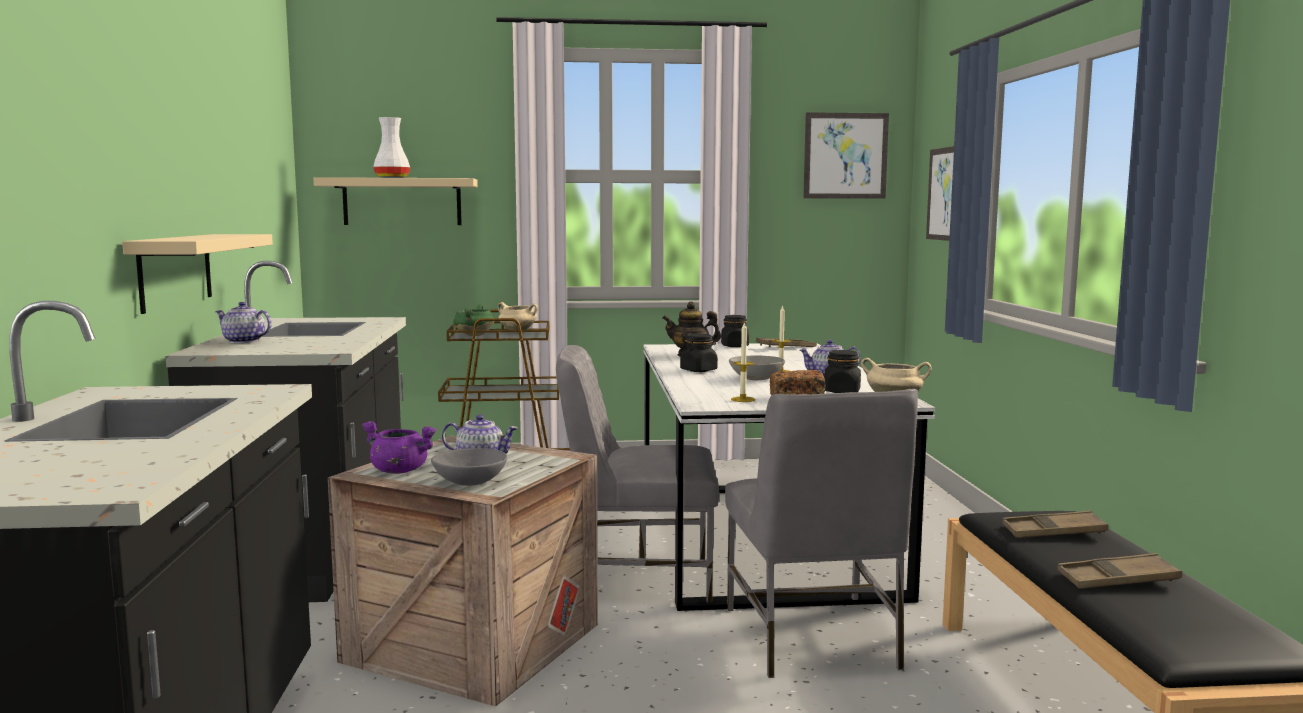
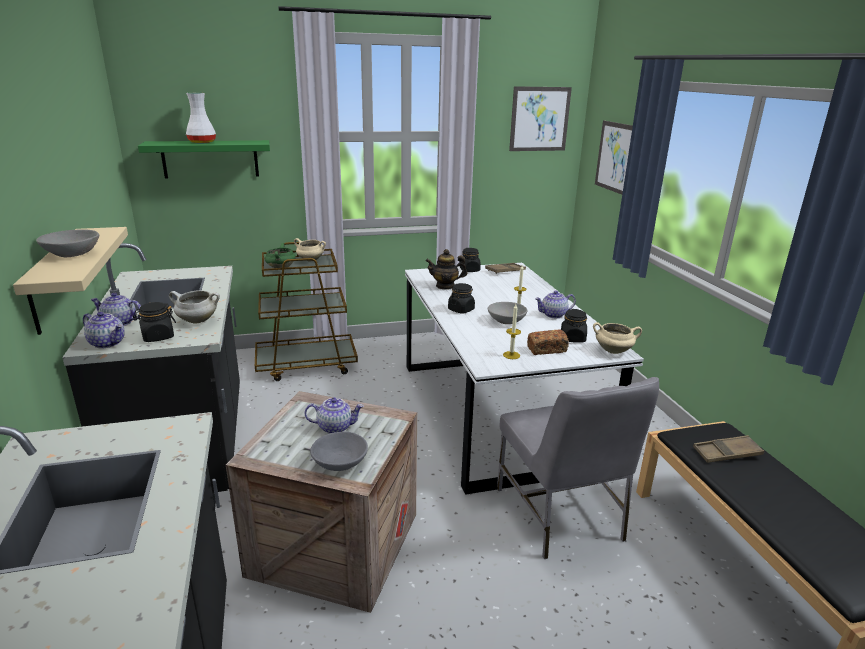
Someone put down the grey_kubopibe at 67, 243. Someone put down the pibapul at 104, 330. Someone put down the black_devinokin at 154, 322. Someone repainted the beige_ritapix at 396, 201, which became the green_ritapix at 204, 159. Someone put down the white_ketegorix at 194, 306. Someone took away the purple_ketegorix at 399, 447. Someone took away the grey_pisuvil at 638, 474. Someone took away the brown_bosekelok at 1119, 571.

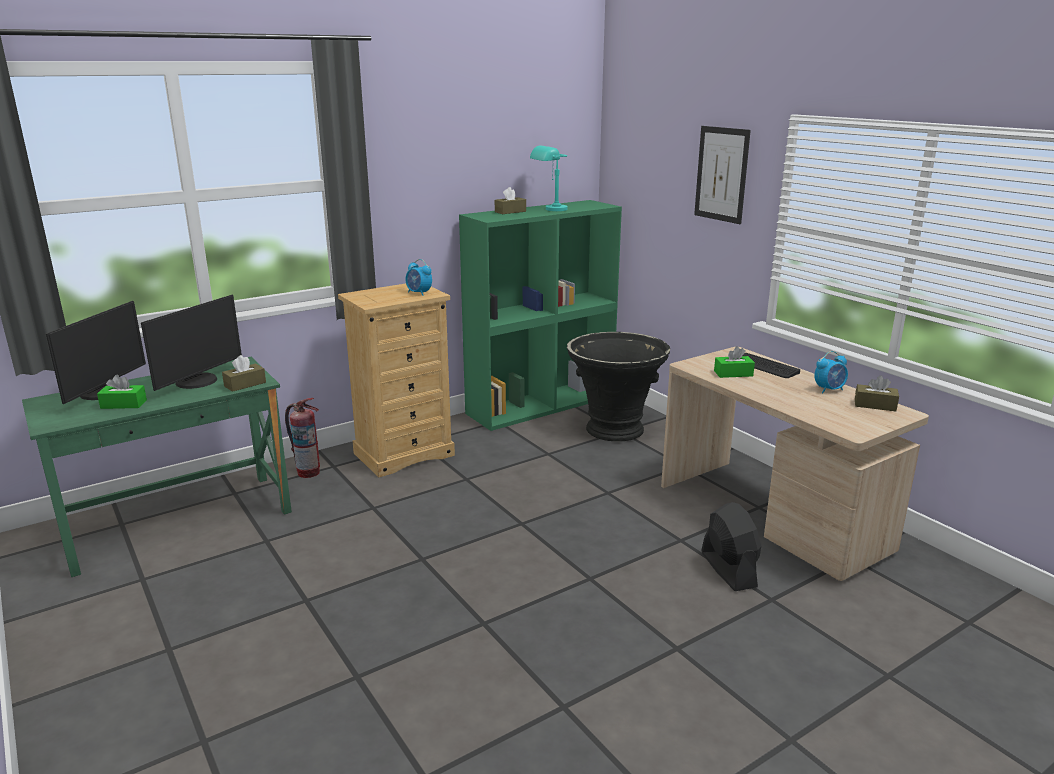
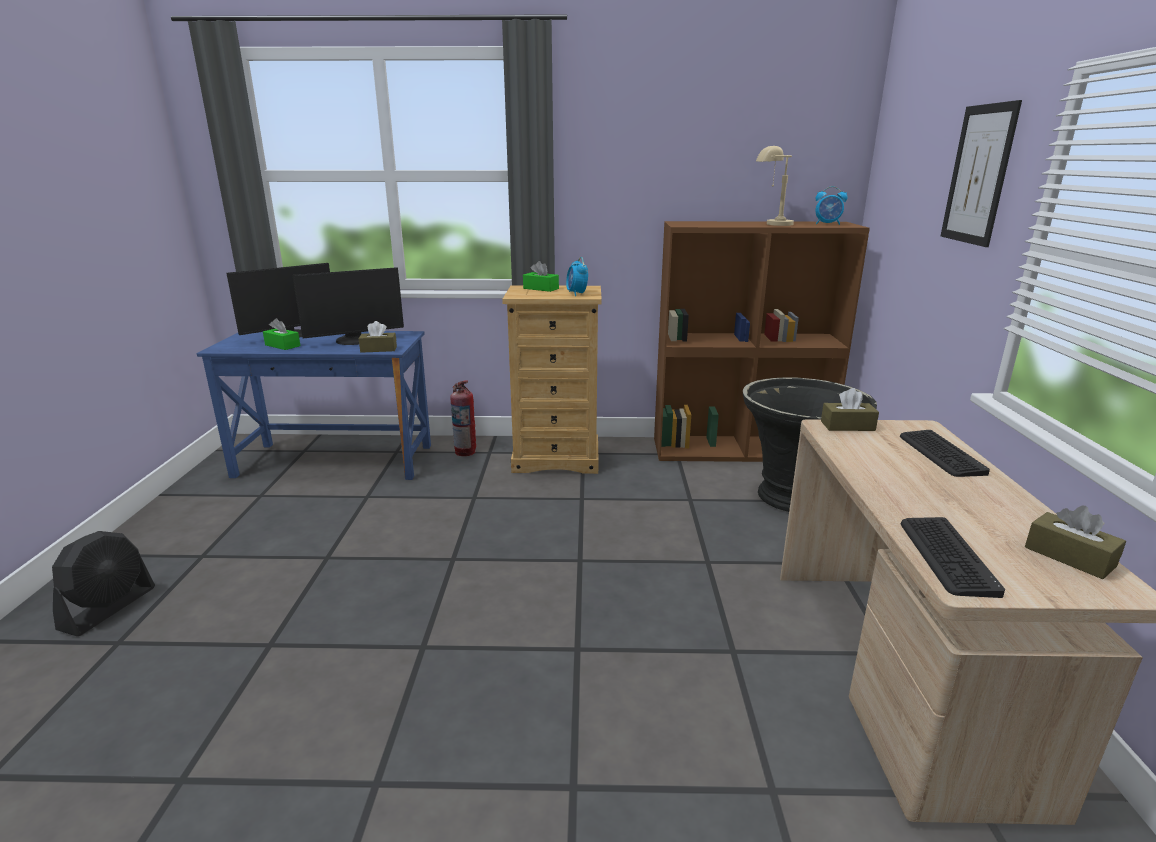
Someone carried the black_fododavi from 731, 546 to 103, 583. Someone repainted the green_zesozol at 157, 467, which became the blue_zesozol at 314, 405. Someone carried the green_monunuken from 734, 362 to 541, 276. Someone repainted the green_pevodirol at 540, 315, which became the brown_pevodirol at 762, 341. Someone repainted the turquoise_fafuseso at 548, 178, which became the beige_fafuseso at 775, 186. Someone carried the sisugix from 831, 372 to 831, 205. Someone carried the brown_monunuken from 510, 200 to 850, 409. Someone put down the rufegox at 953, 557.

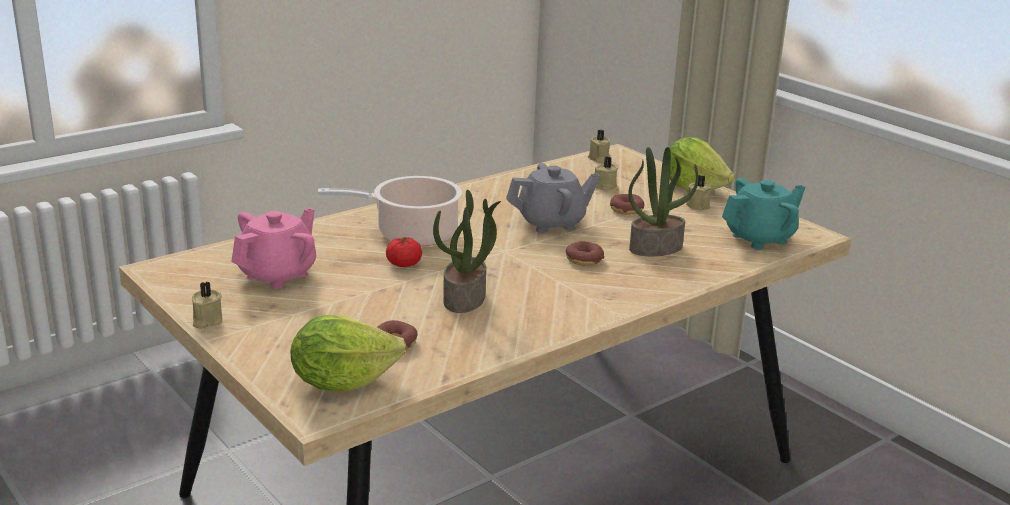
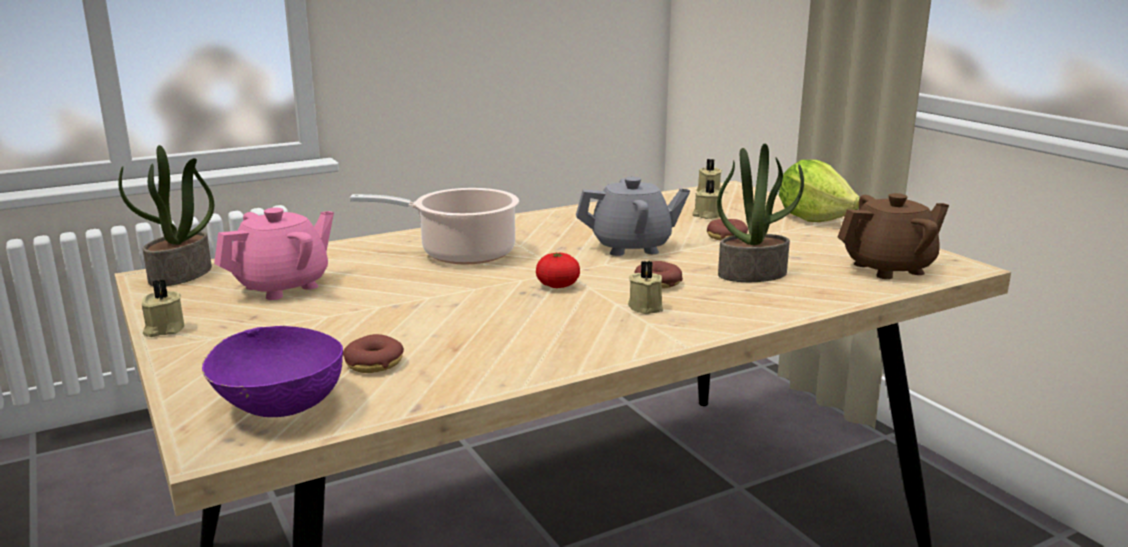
Someone carried the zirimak from 467, 251 to 166, 215. Someone swapped the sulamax at 348, 353 for the purple_kubopibe at 272, 371. Someone carried the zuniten from 404, 252 to 558, 270. Someone carried the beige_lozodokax from 698, 193 to 645, 287. Someone repainted the turquoise_pibapul at 763, 213, which became the brown_pibapul at 893, 236.

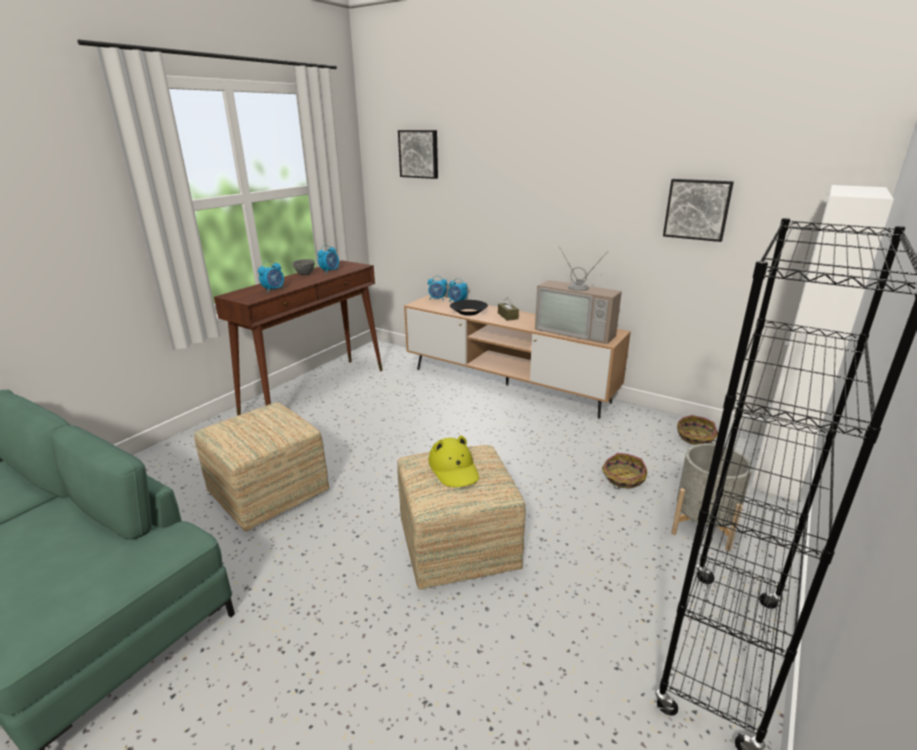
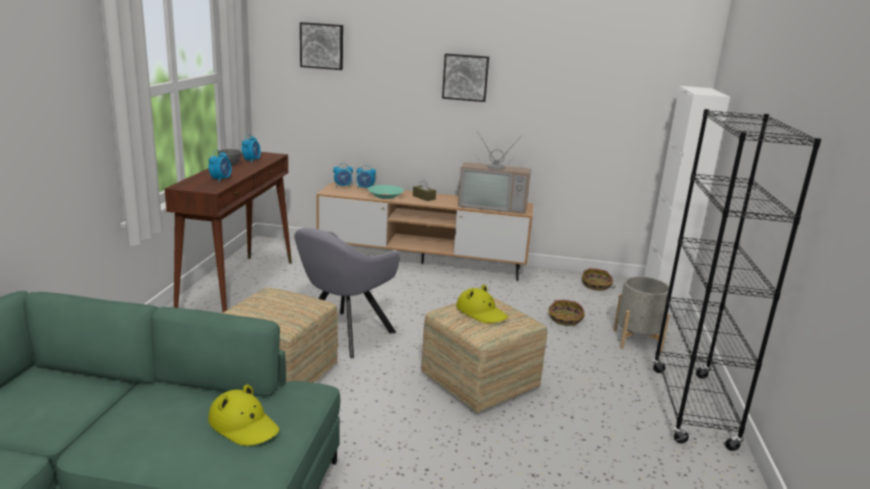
Someone put down the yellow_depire at 243, 415. Someone put down the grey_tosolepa at 347, 293. Someone repainted the black_kubopibe at 469, 308, which became the turquoise_kubopibe at 385, 192. Someone carried the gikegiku from 698, 210 to 465, 77.

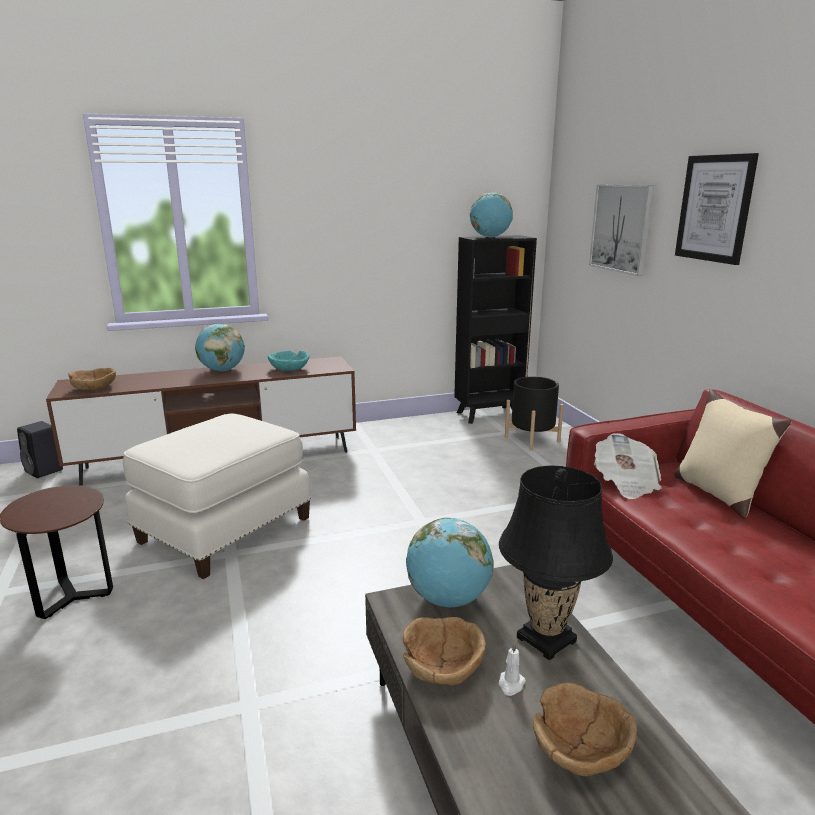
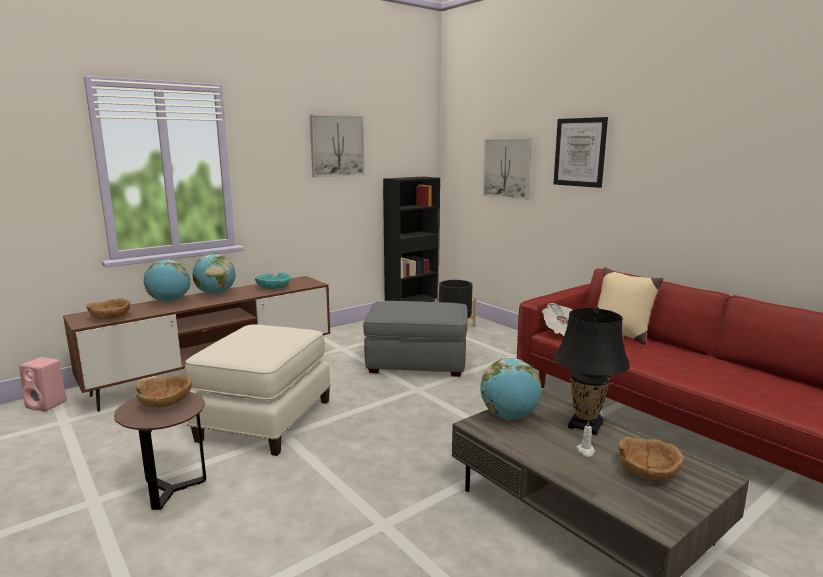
Someone repainted the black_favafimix at 40, 449, which became the pink_favafimix at 43, 384. Someone carried the brown_kubopibe from 444, 651 to 164, 391. Someone carried the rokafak from 491, 214 to 167, 280. Someone put up the gikegiku at 337, 146. Someone put down the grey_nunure at 415, 339.

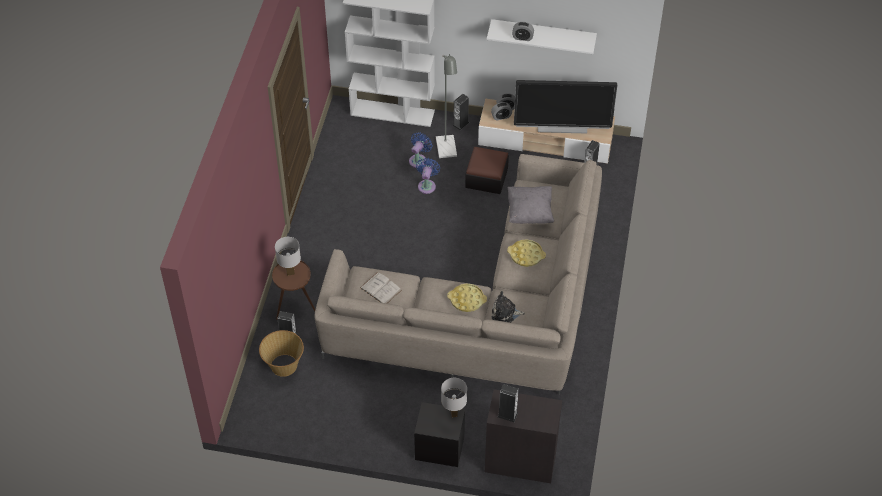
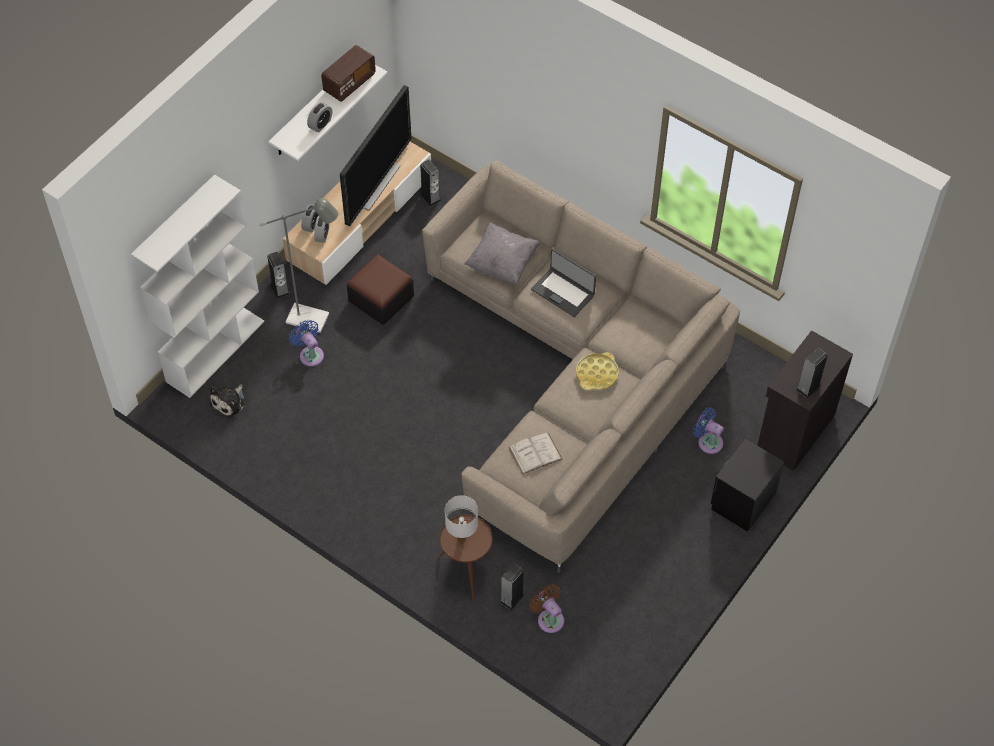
Someone carried the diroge from 508, 307 to 227, 401. Someone put down the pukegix at 348, 73. Someone swapped the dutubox at 281, 353 for the brown_fododavi at 546, 609. Someone swapped the yellow_bosekelok at 526, 253 for the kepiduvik at 563, 283. Someone carried the blue_fododavi from 428, 176 to 708, 430. Someone took away the white_fafuseso at 454, 398.

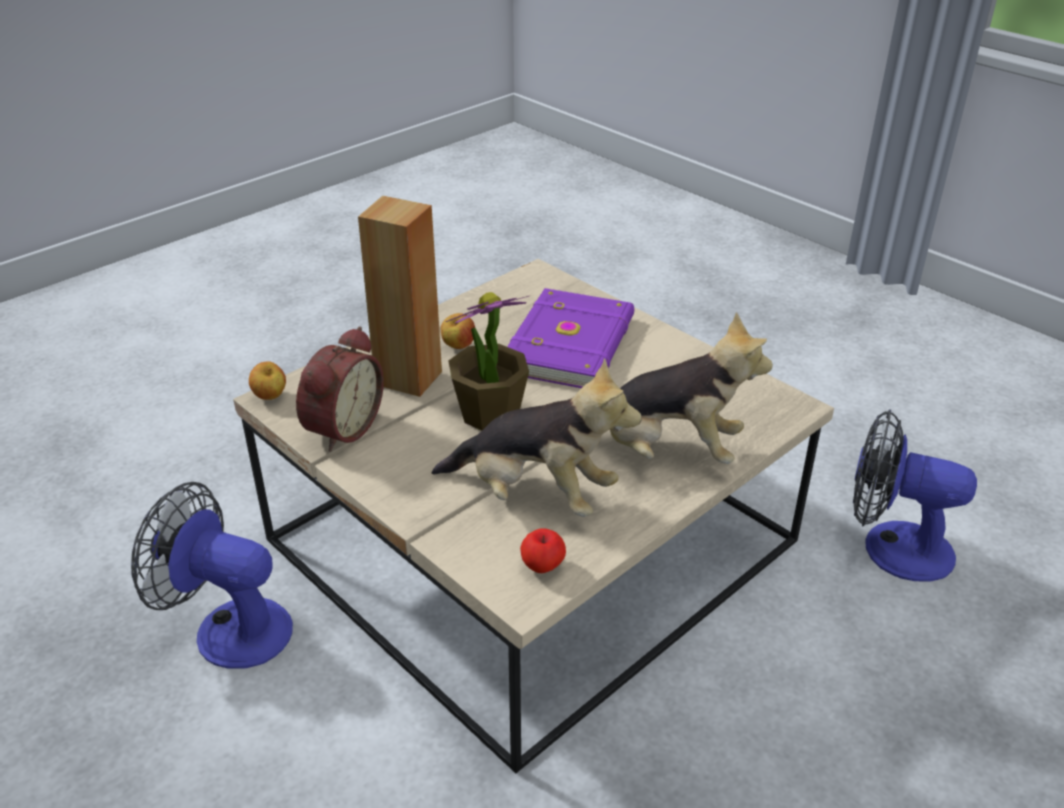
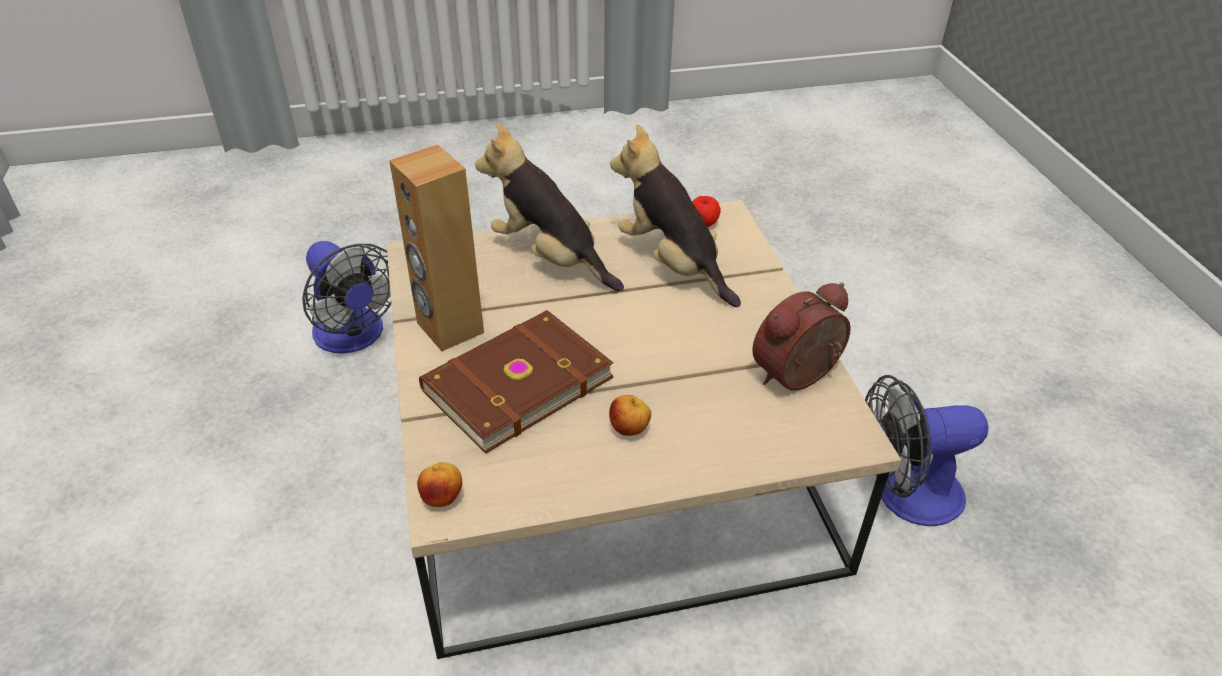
Someone carried the brown_favafimix from 400, 296 to 436, 248. Someone carried the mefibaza from 267, 380 to 439, 484. Someone repainted the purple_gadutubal at 570, 338, which became the brown_gadutubal at 516, 382. Someone rotated the fododavi at 212, 575 by 120 degrees clockwise. Someone took away the zirimak at 487, 361.

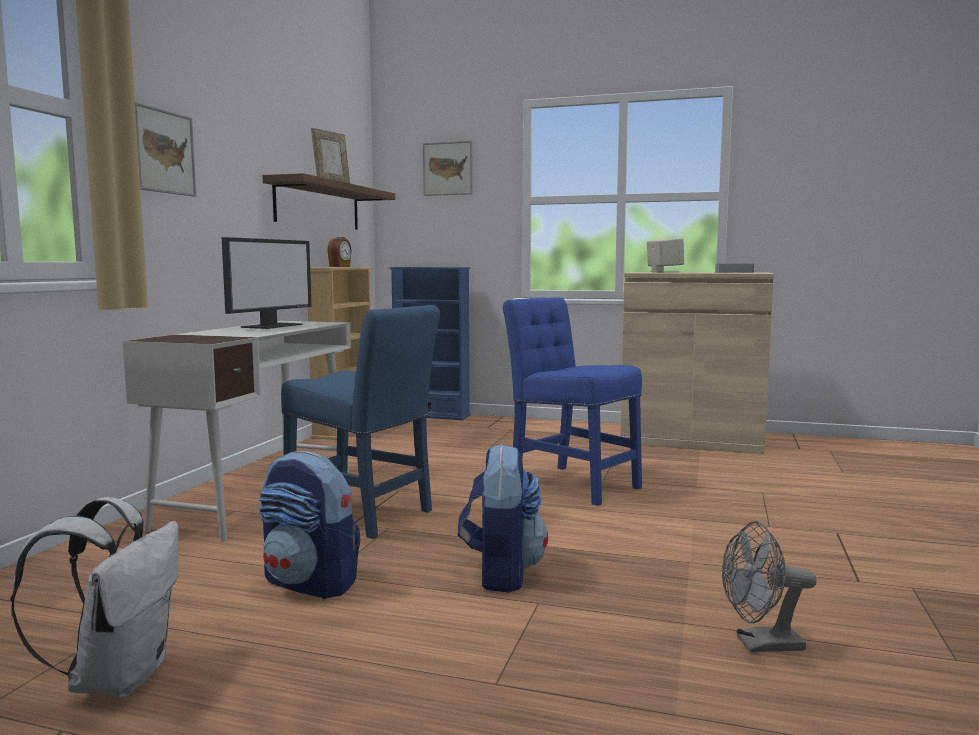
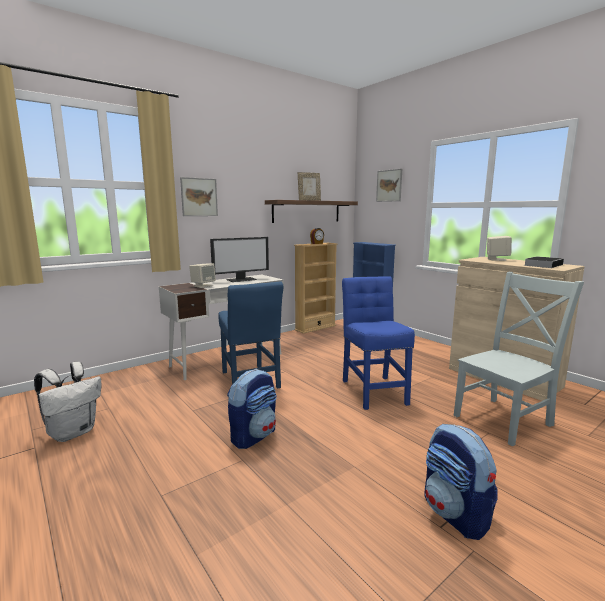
Someone put down the beige_favafimix at 202, 275. Someone carried the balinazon from 309, 525 to 461, 482. Someone put down the grey_pisuvil at 519, 359. Someone took away the grey_fododavi at 769, 586.

